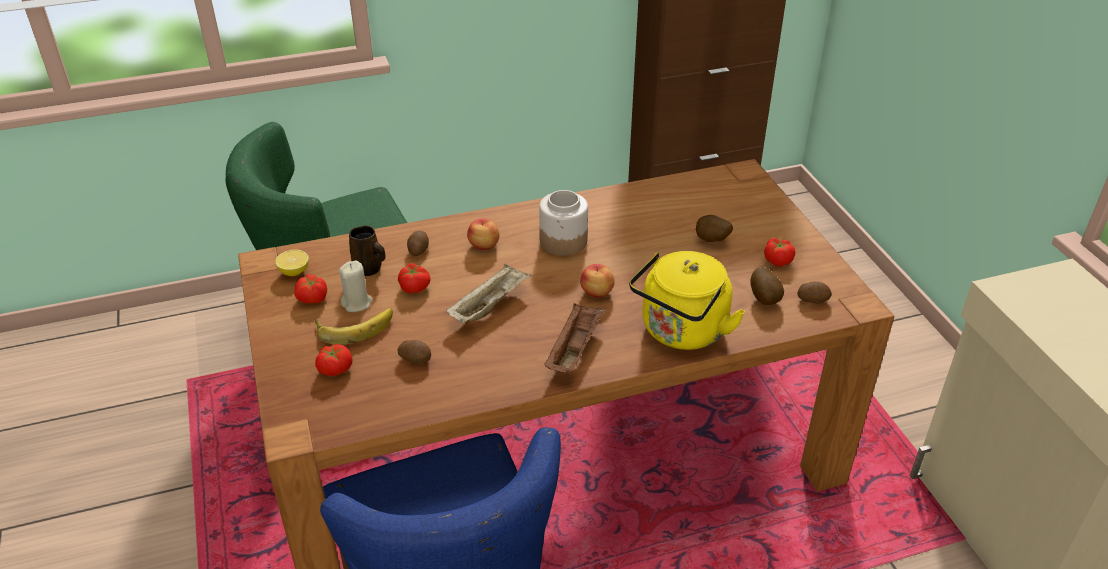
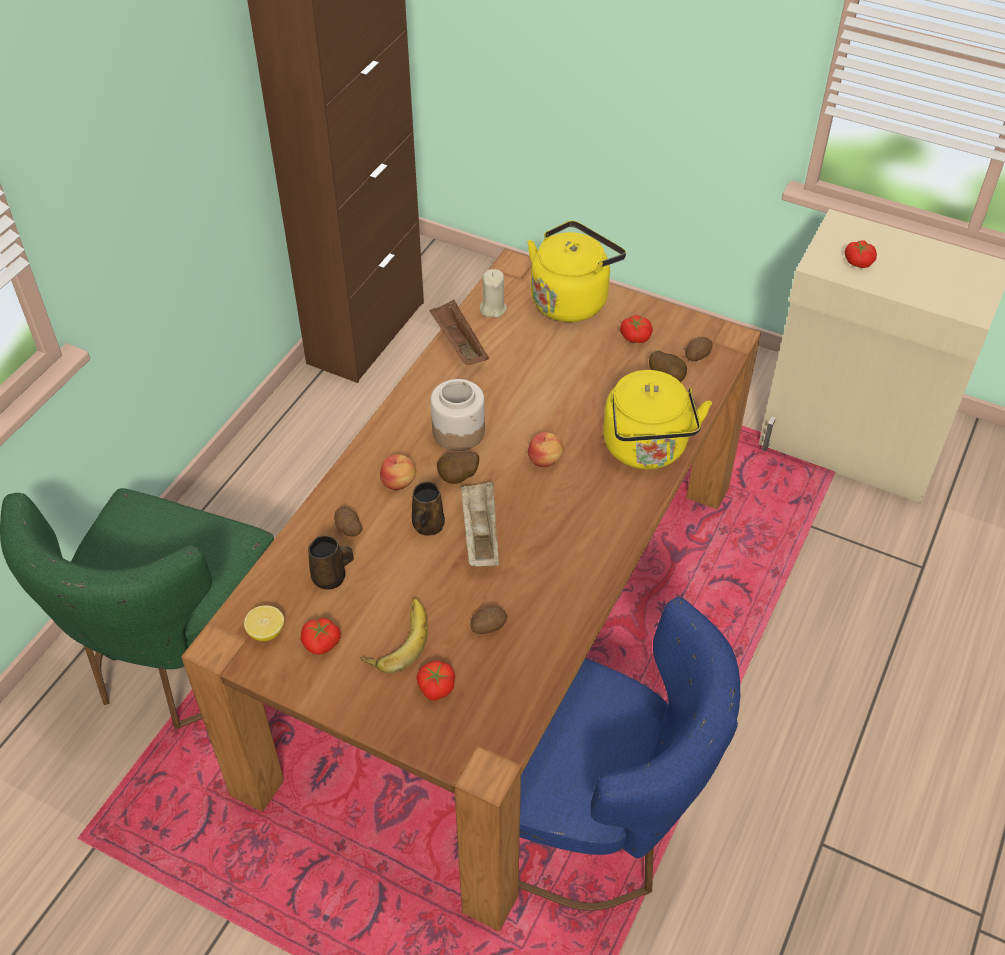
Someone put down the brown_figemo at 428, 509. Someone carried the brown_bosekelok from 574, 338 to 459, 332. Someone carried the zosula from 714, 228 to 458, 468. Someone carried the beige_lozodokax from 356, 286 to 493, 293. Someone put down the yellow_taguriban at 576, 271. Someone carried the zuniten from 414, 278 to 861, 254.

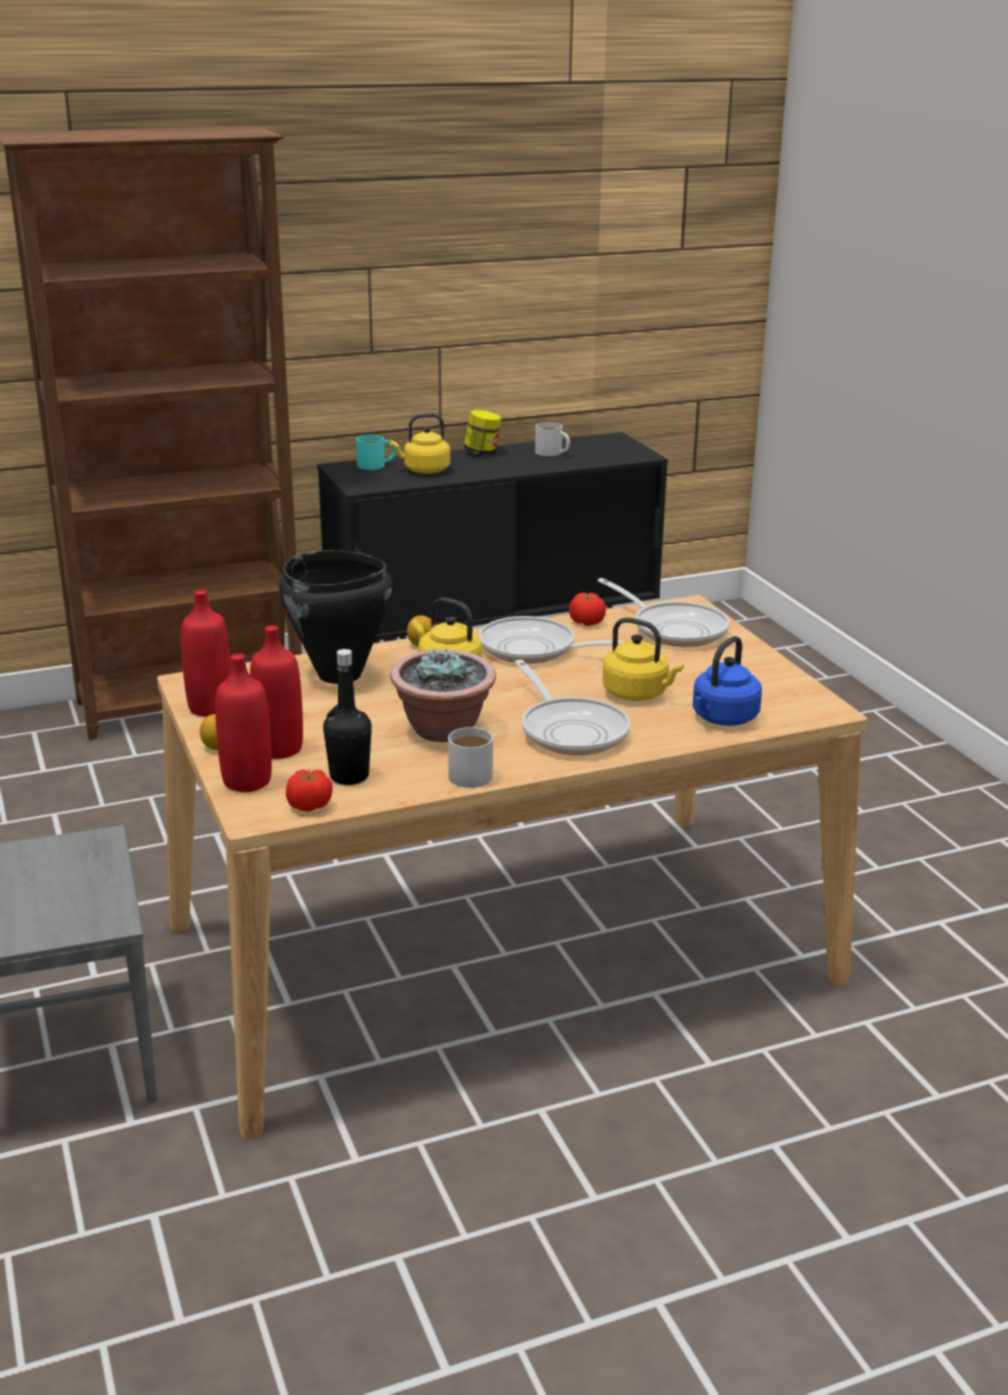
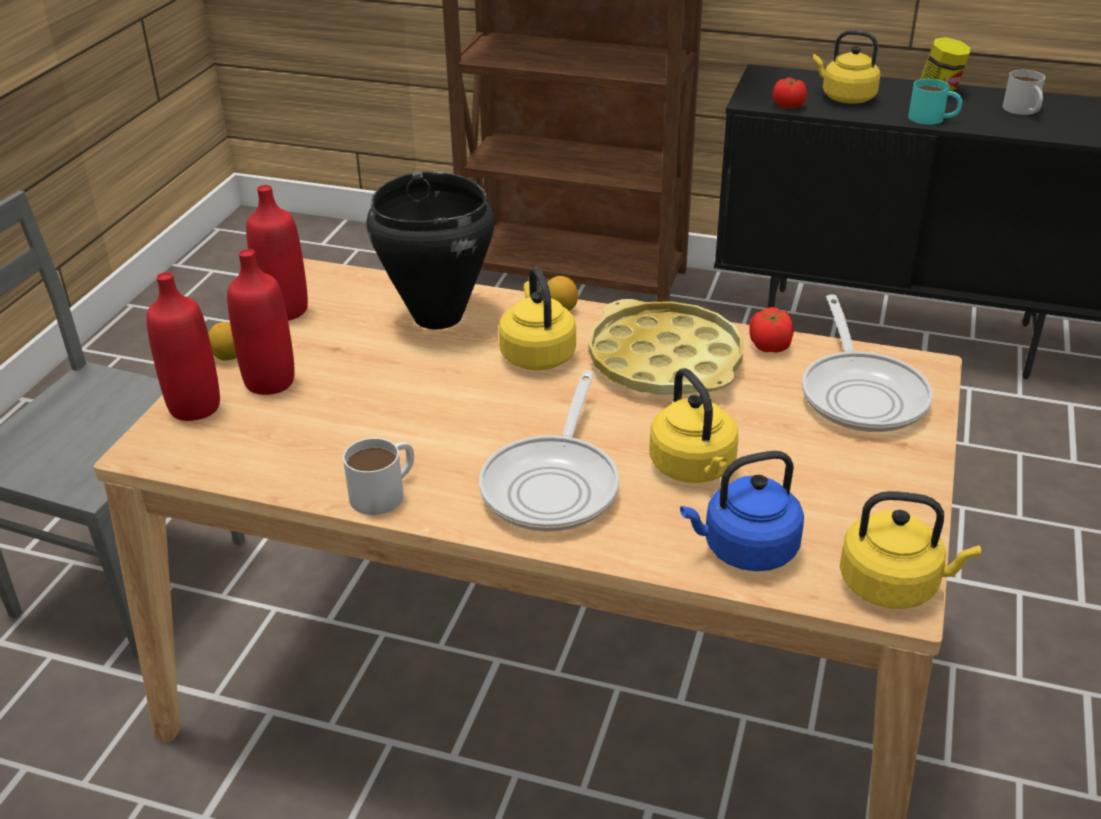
Someone swapped the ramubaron at 552, 639 for the yellow_bosekelok at 665, 347. Someone carried the zuniten from 309, 790 to 790, 93. Someone put down the yellow_taguriban at 910, 550. Someone carried the turquoise_figemo from 376, 452 to 935, 102. Someone took away the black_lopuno at 347, 717. Someone took away the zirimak at 443, 695.

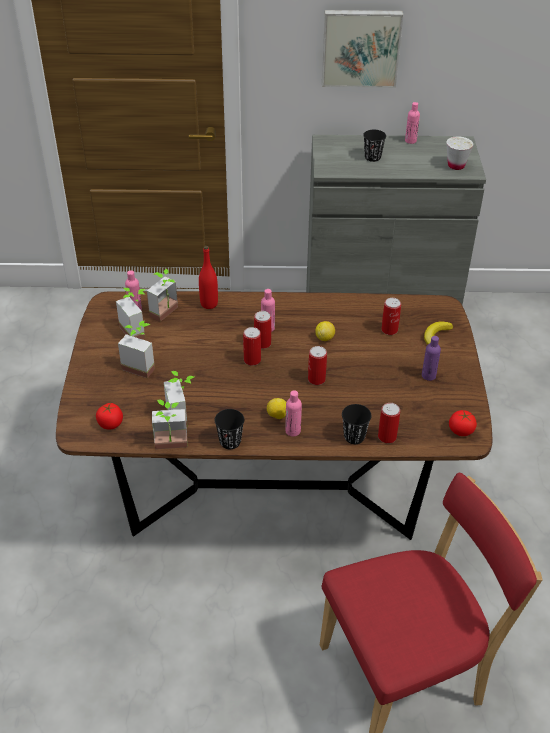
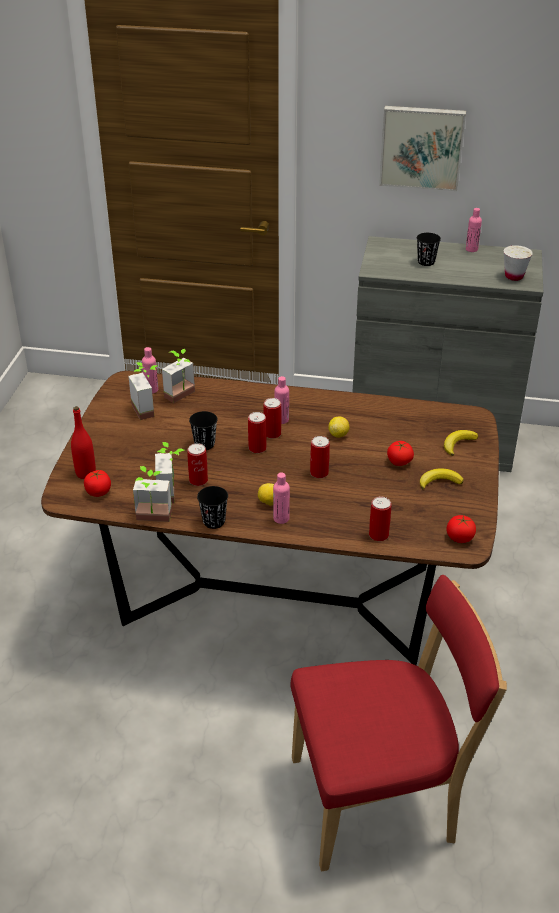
Someone carried the red_lopuno from 208, 277 to 83, 442. Someone carried the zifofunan from 391, 316 to 197, 464. Someone carried the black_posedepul from 357, 424 to 203, 430. Someone put down the zuniten at 400, 453. Someone swapped the purple_lopuno at 431, 358 for the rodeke at 441, 479. Someone took away the zirimak at 136, 349.

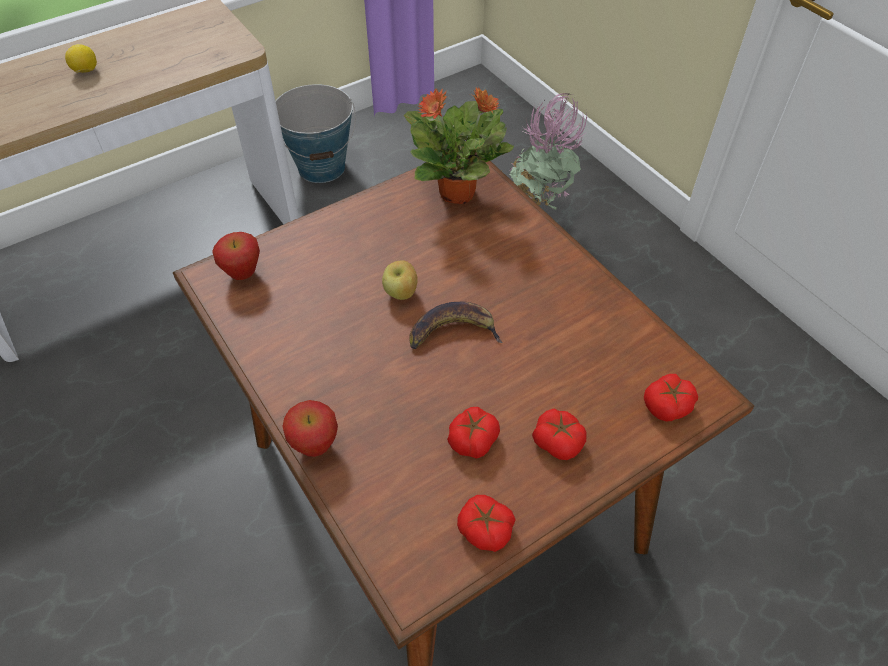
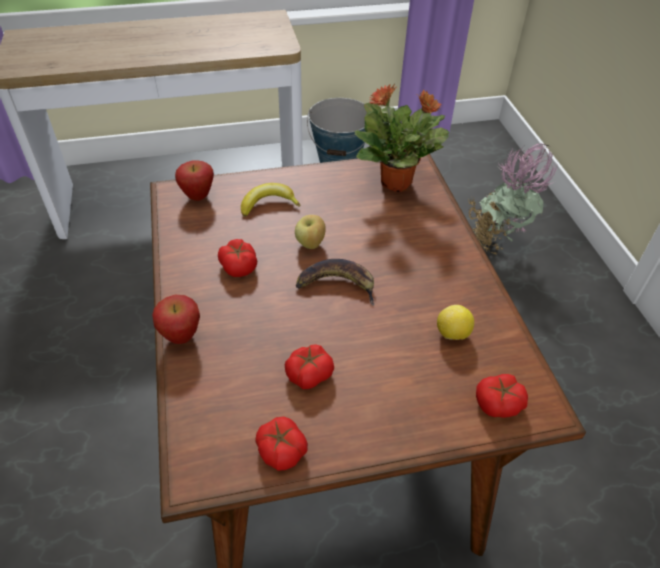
Someone carried the zuniten from 559, 434 to 237, 258. Someone put down the rodeke at 271, 200. Someone carried the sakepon from 81, 58 to 455, 322.

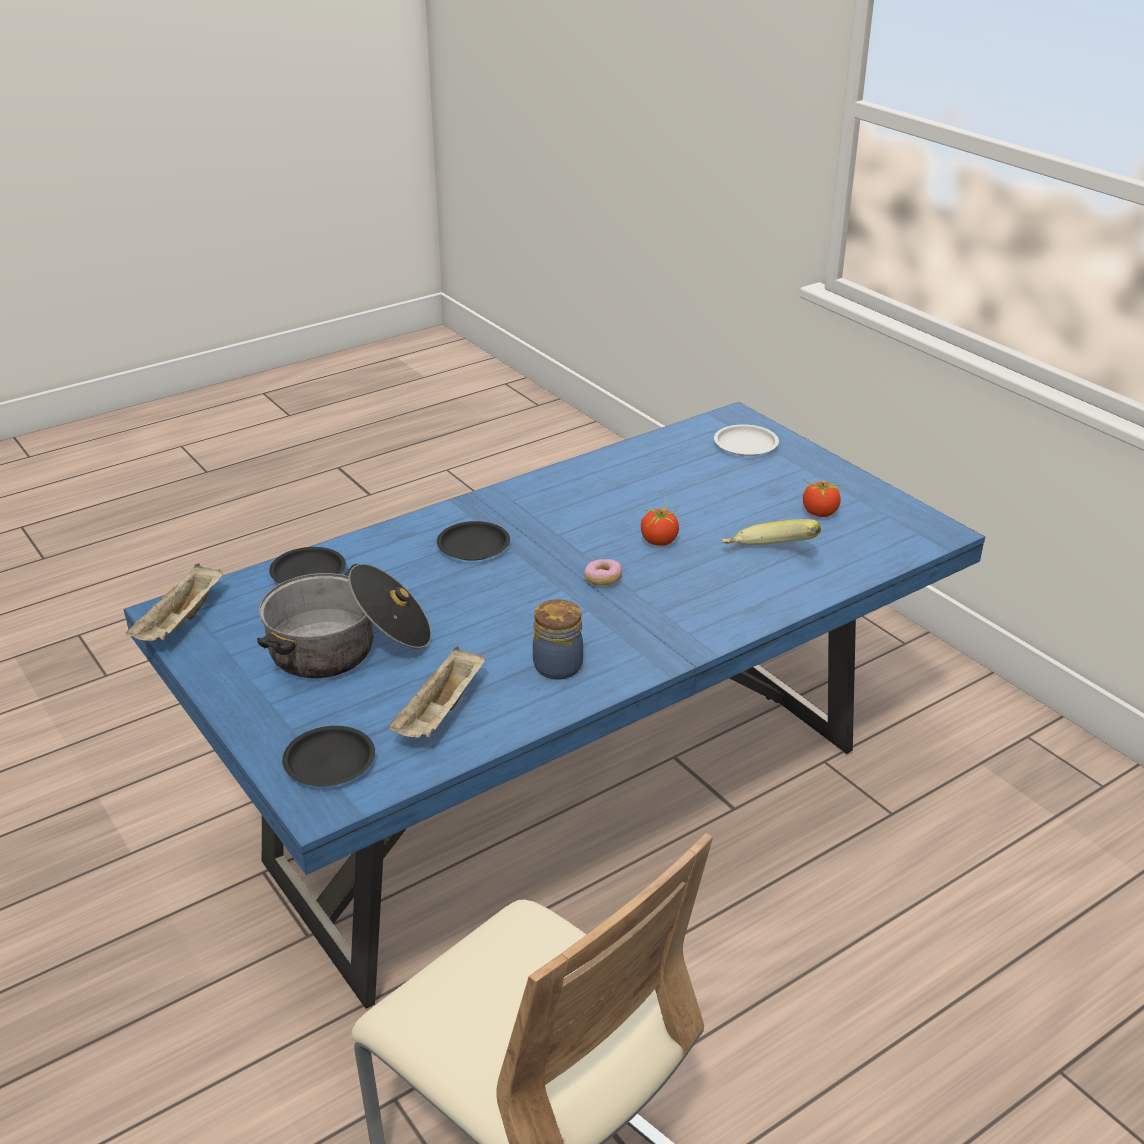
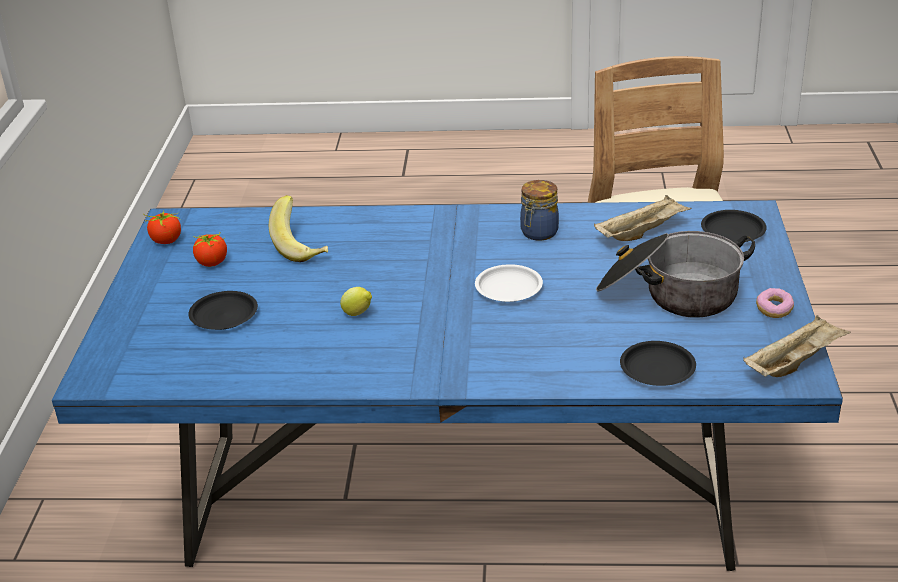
Someone carried the zuniten from 660, 523 to 162, 227. Someone carried the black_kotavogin from 473, 541 to 223, 310. Someone put down the sakepon at 356, 301. Someone carried the white_kotavogin from 746, 440 to 509, 283. Someone carried the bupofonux from 603, 572 to 775, 303.

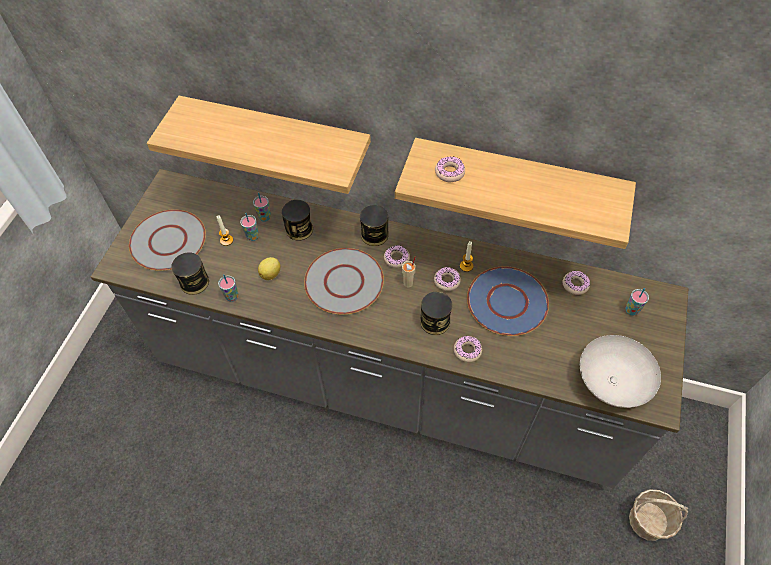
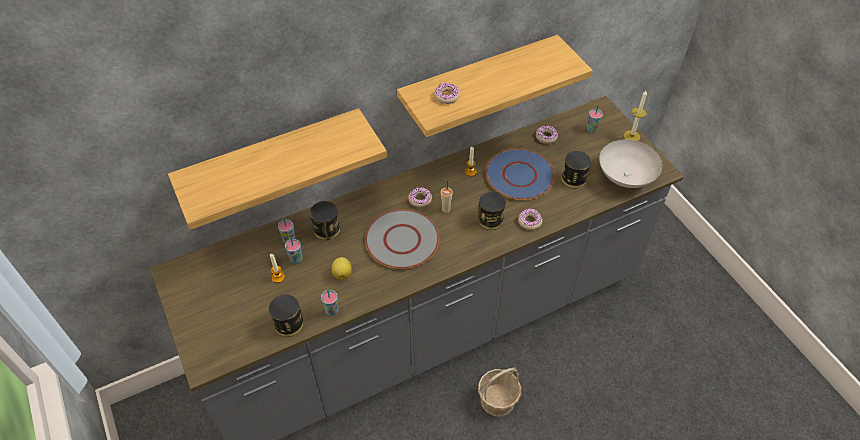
Someone carried the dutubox from 658, 515 to 499, 392. Someone carried the zifofunan from 374, 225 to 576, 170. Someone put down the lozodokax at 635, 116. Someone took away the grey_kotavogin at 167, 240. Someone took away the bupofonux at 447, 279.

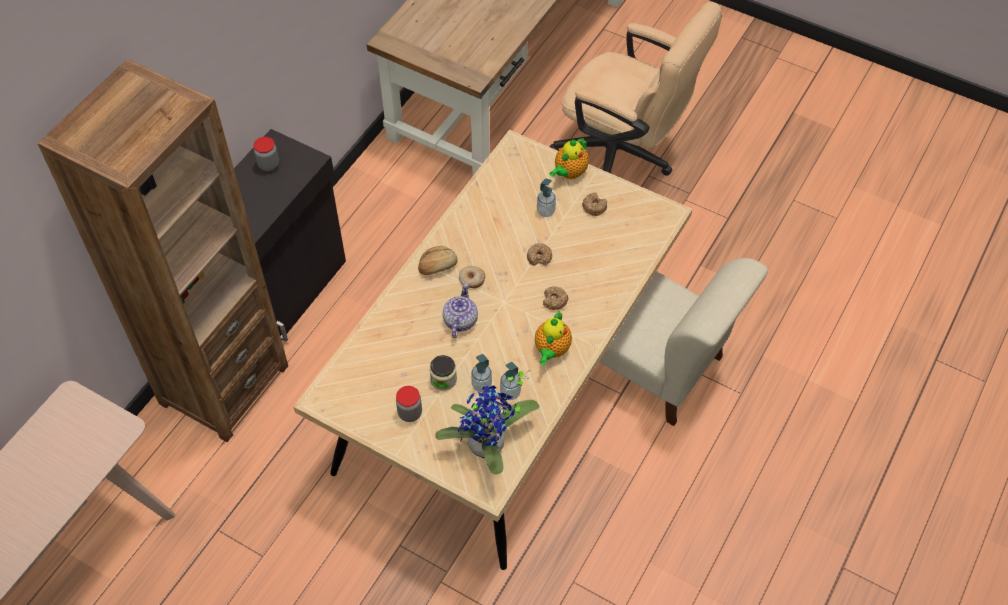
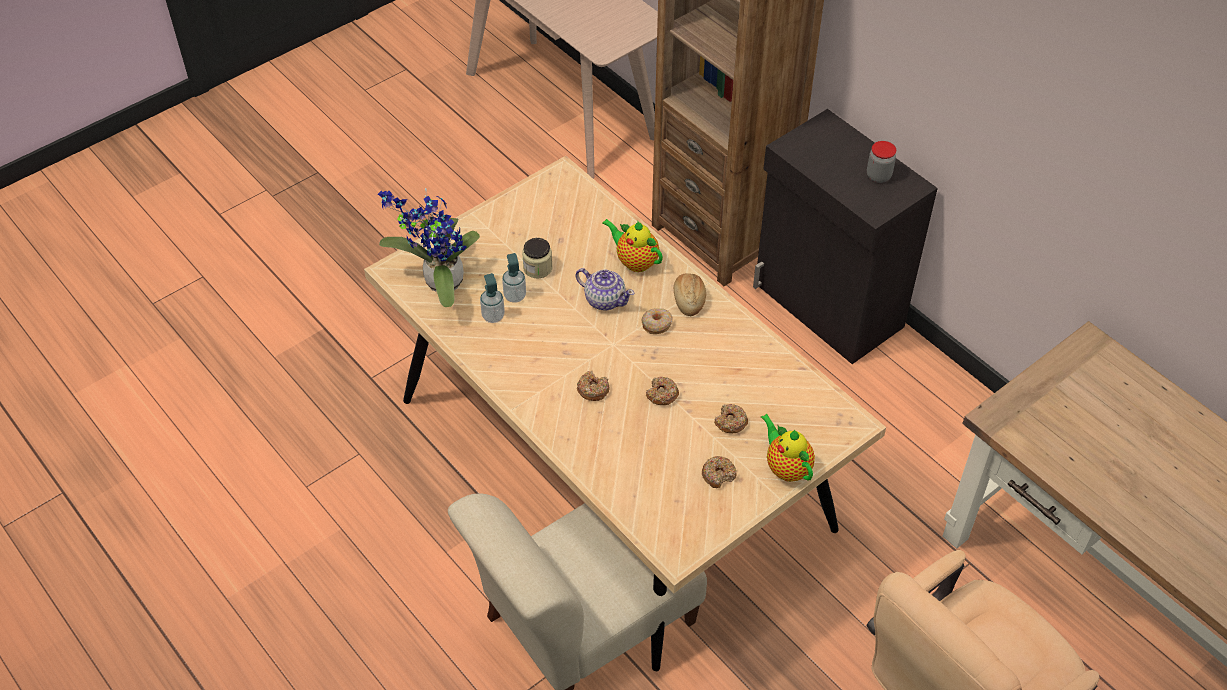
Someone carried the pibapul from 553, 338 to 632, 245. Someone swapped the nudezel at 546, 198 for the bupofonux at 731, 418. Someone took away the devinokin at 409, 404.

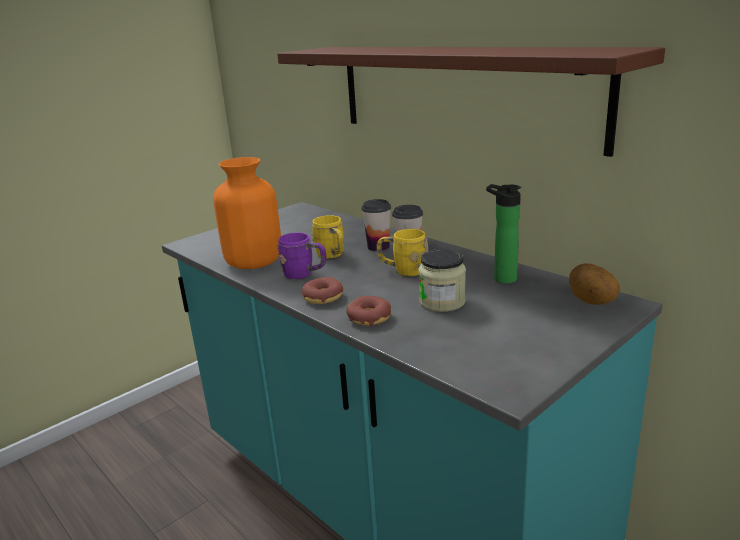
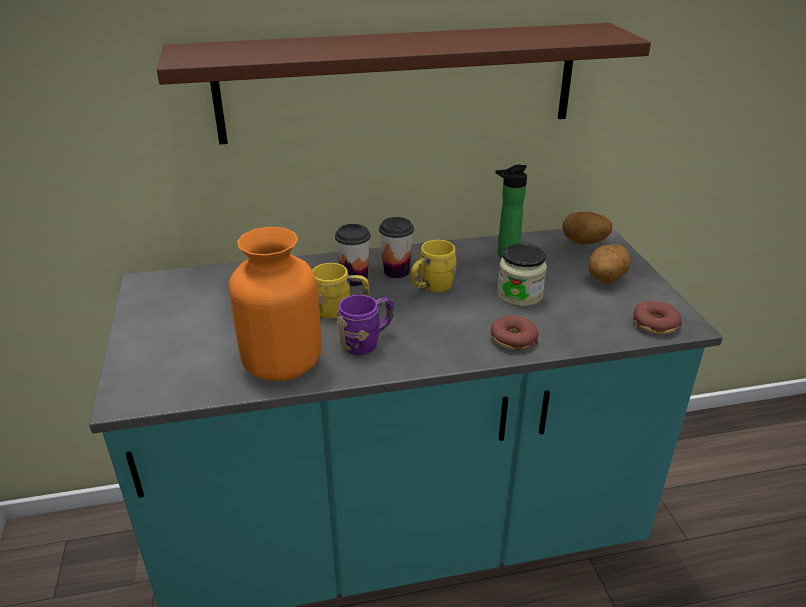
Someone put down the zosula at 609, 264. Someone carried the bupofonux from 322, 290 to 657, 318.

